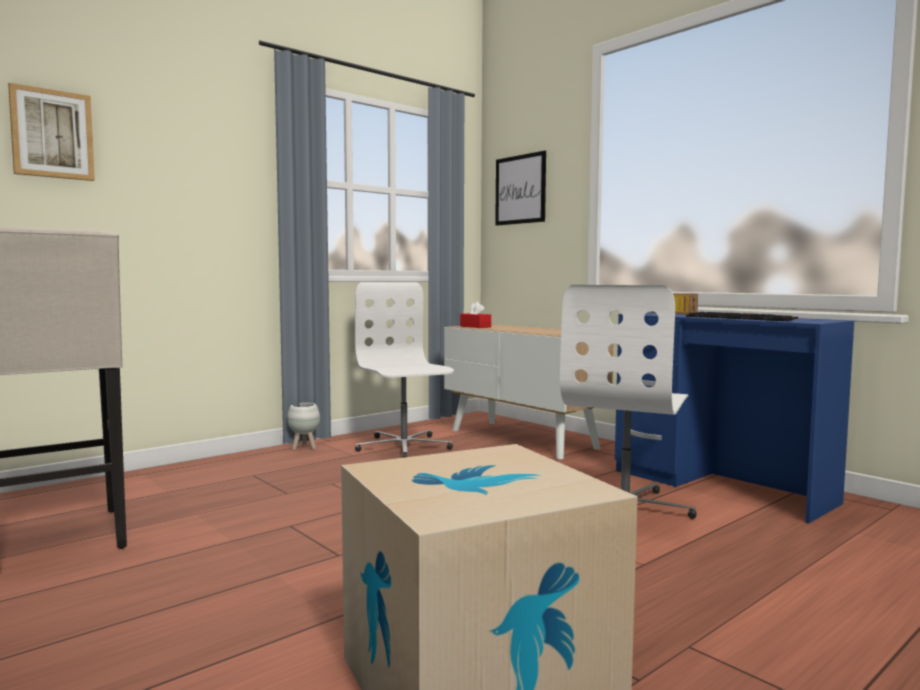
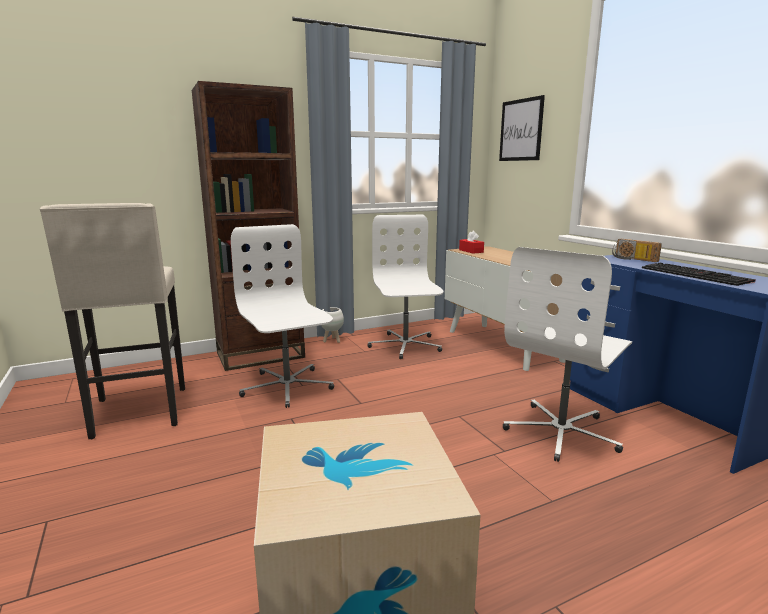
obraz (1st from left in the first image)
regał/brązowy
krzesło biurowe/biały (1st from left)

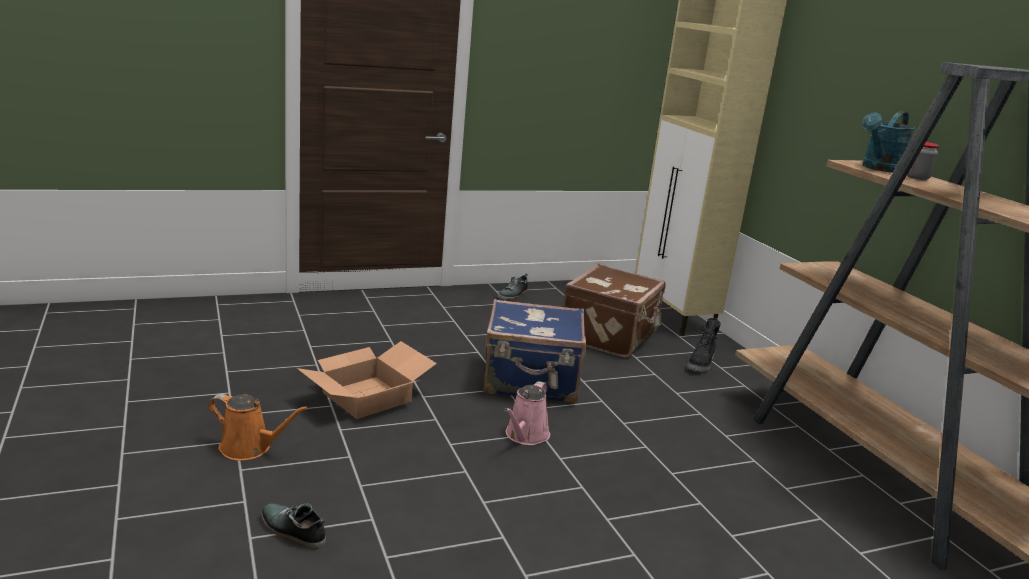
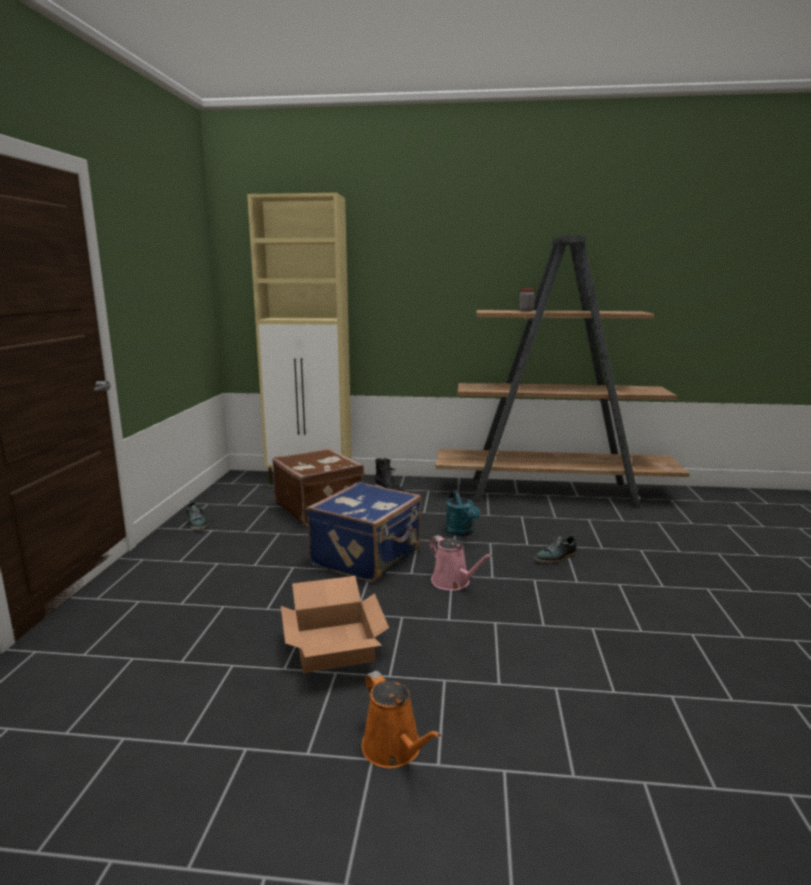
konewka/pomarańczowy
but (2nd from left)
konewka/turkusowy

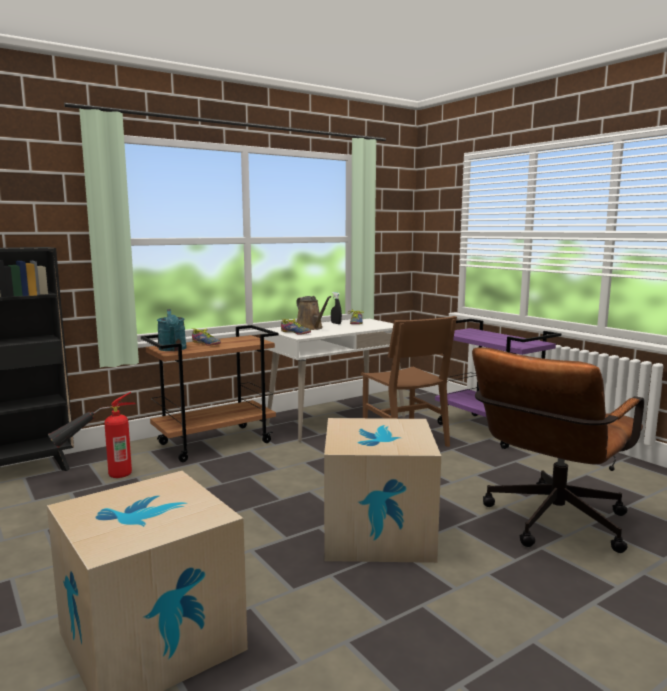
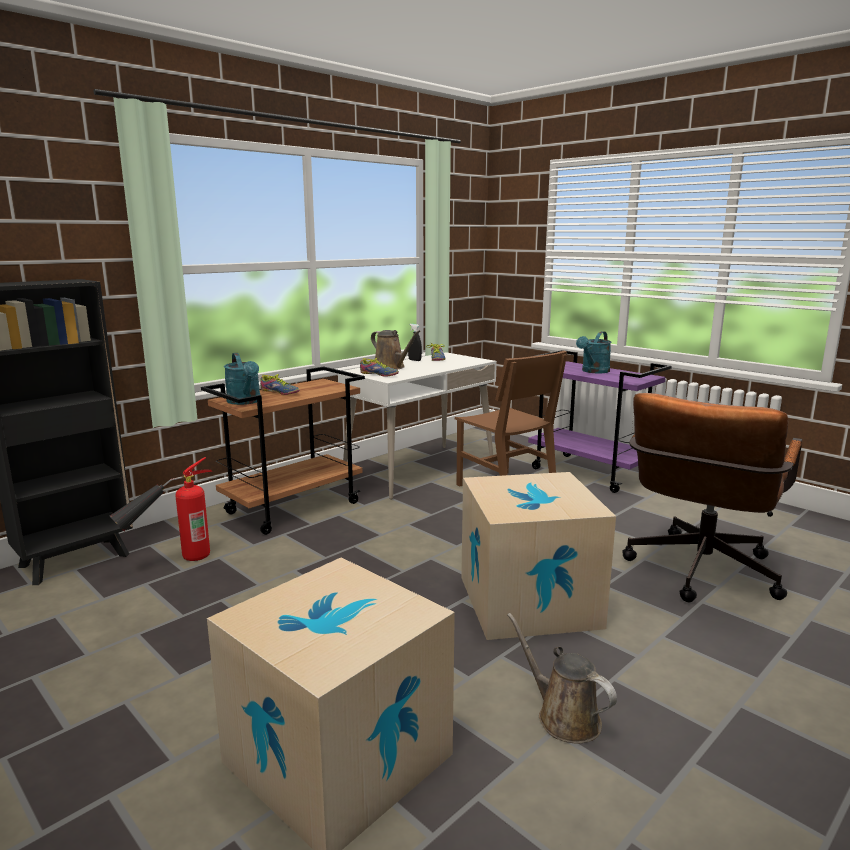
konewka/brązowy (2nd from left)
konewka/turkusowy (2nd from left)

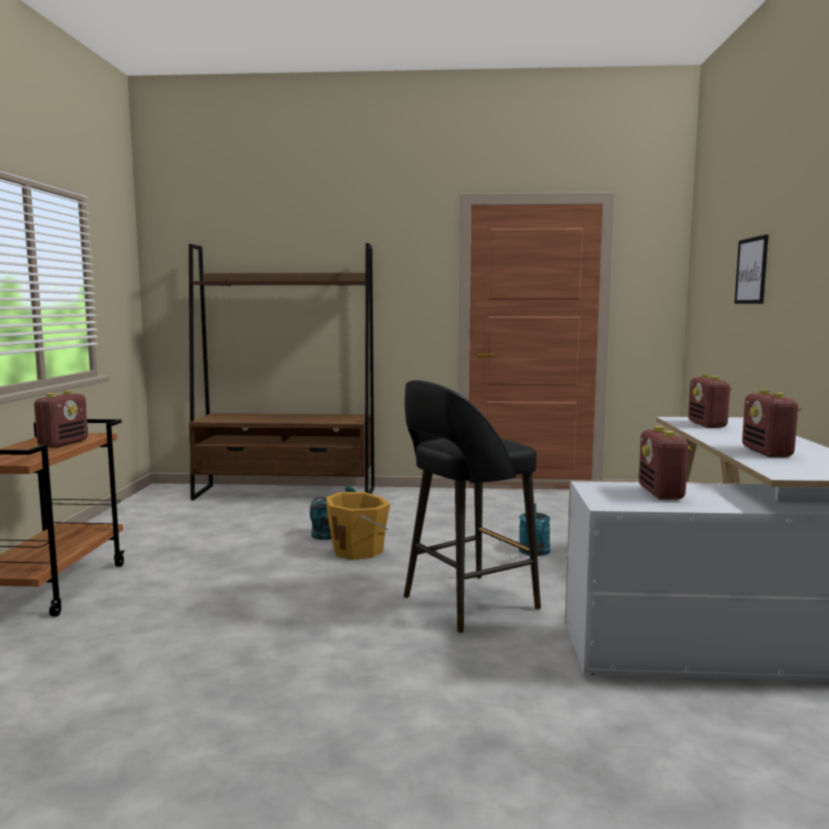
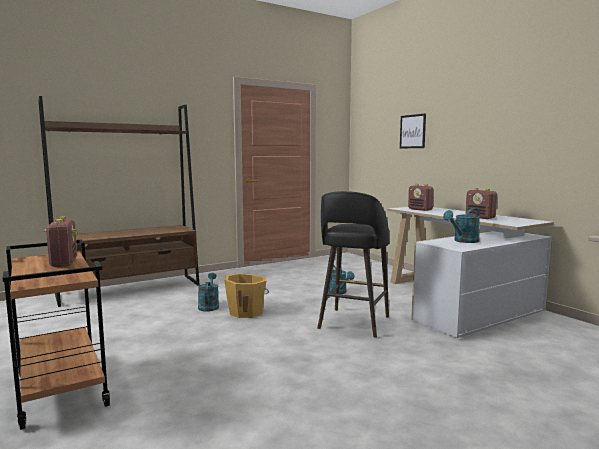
konewka/turkusowy (3rd from left)

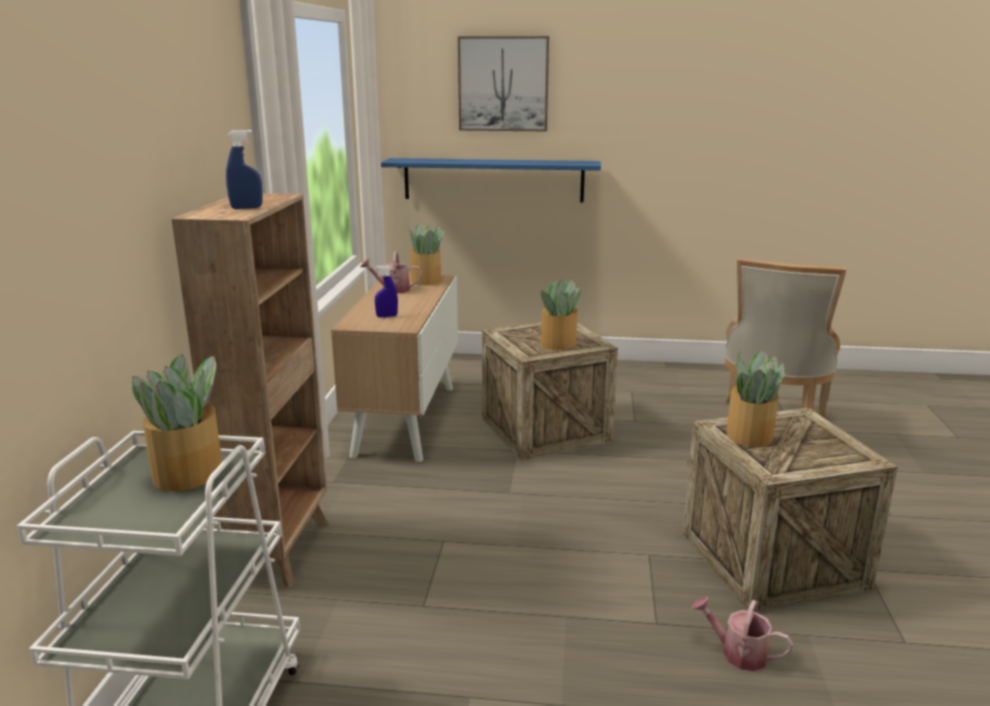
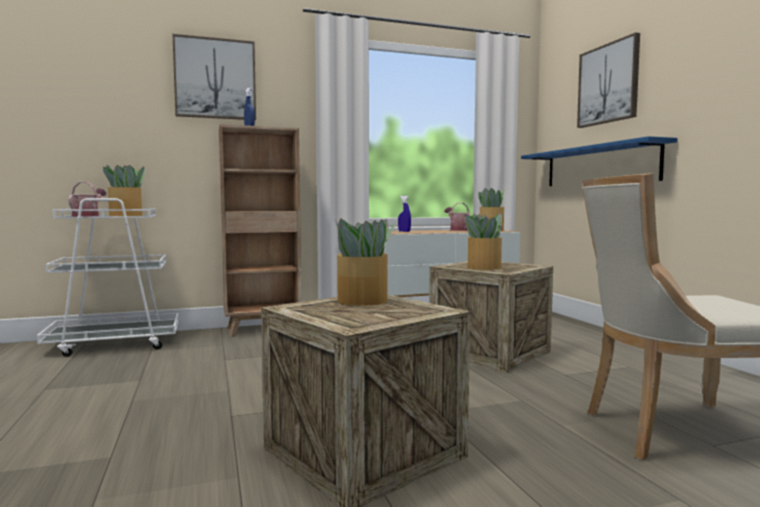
konewka (1st from left)
obraz (1st from left)

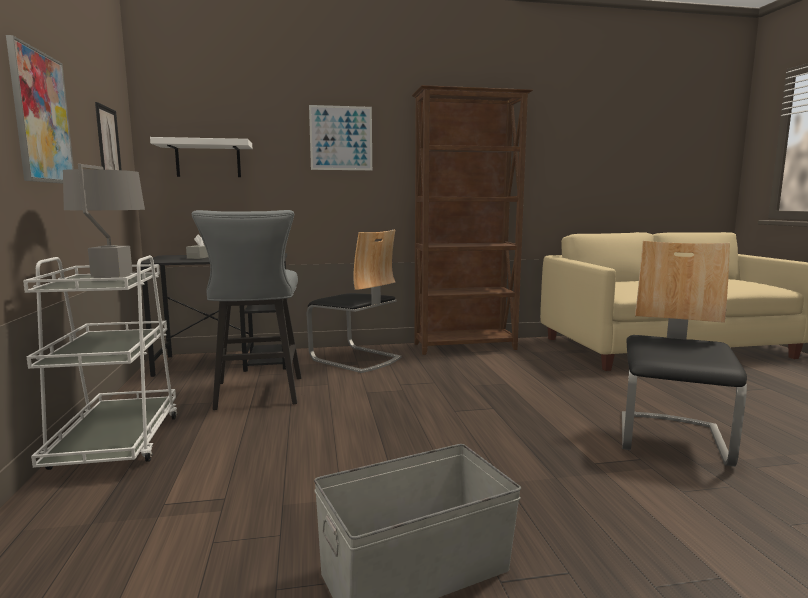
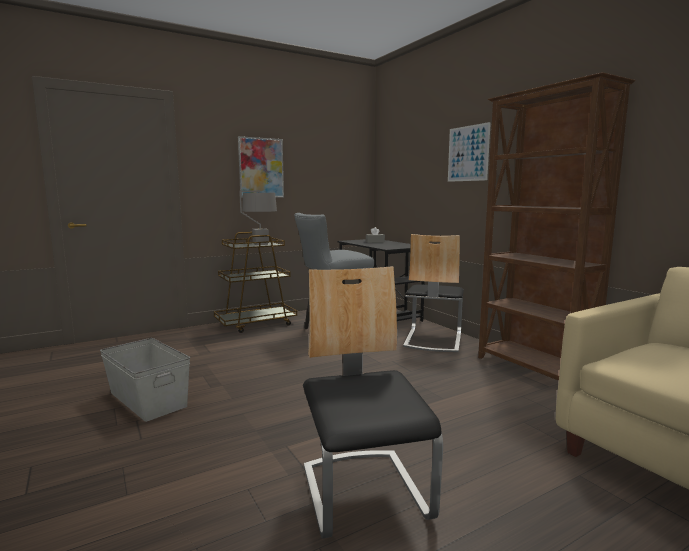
wózek/brązowy
obraz (2nd from left in the first image)
półka/biały
krzesło (1st from left)

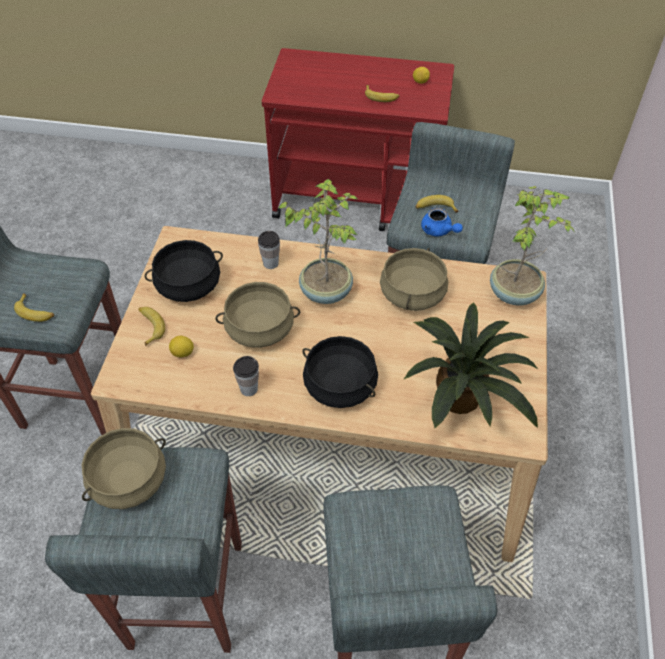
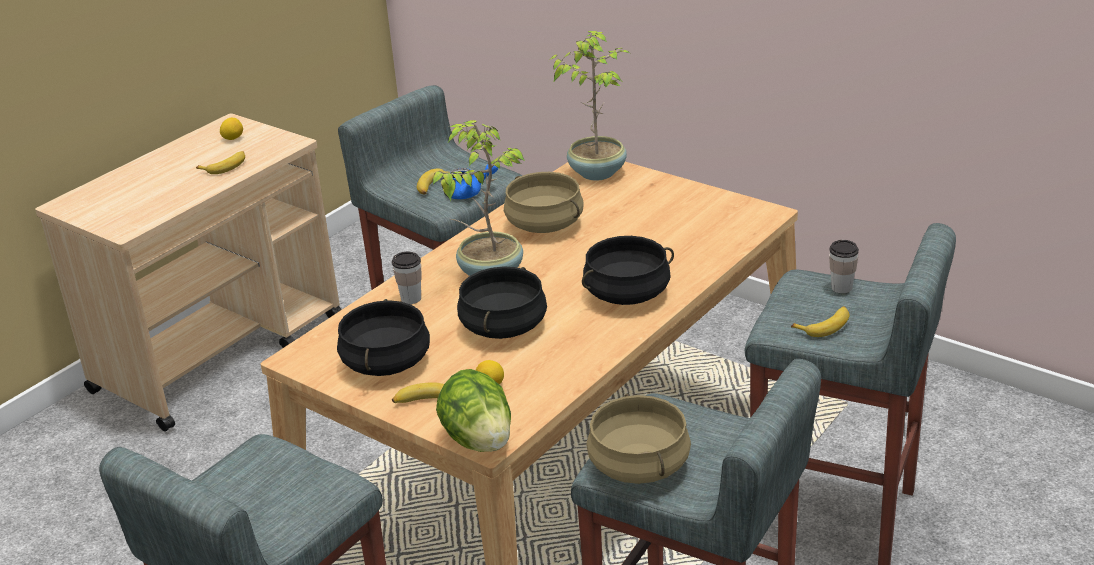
banan (4th from left)
garnek/czarny (2nd from left)
filiżanka (2nd from left)
wózek/beżowy
roślina doniczkowa (2nd from left in the first image)
sałata

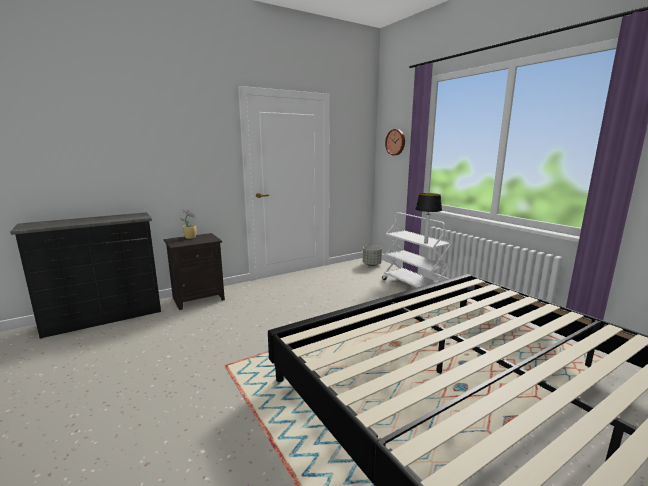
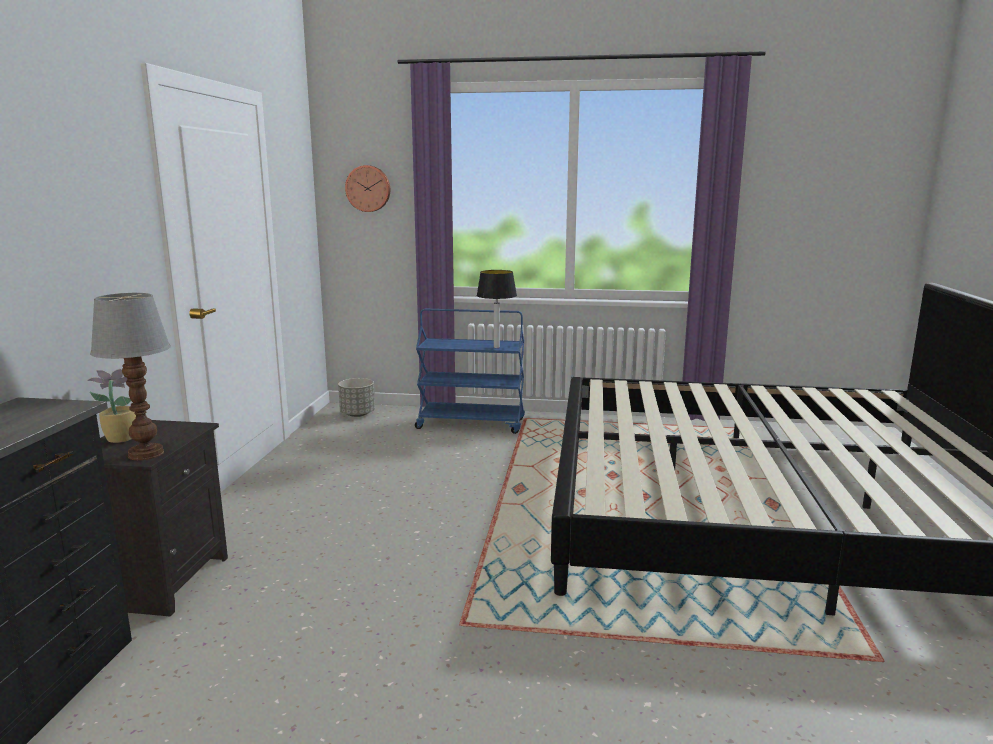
wózek/niebieski
lampa stołowa (1st from left)

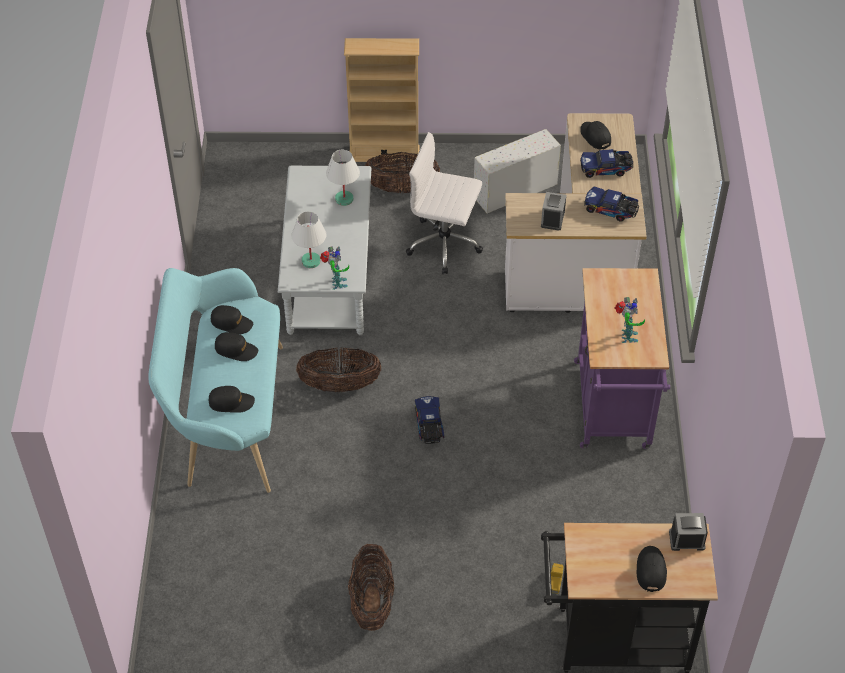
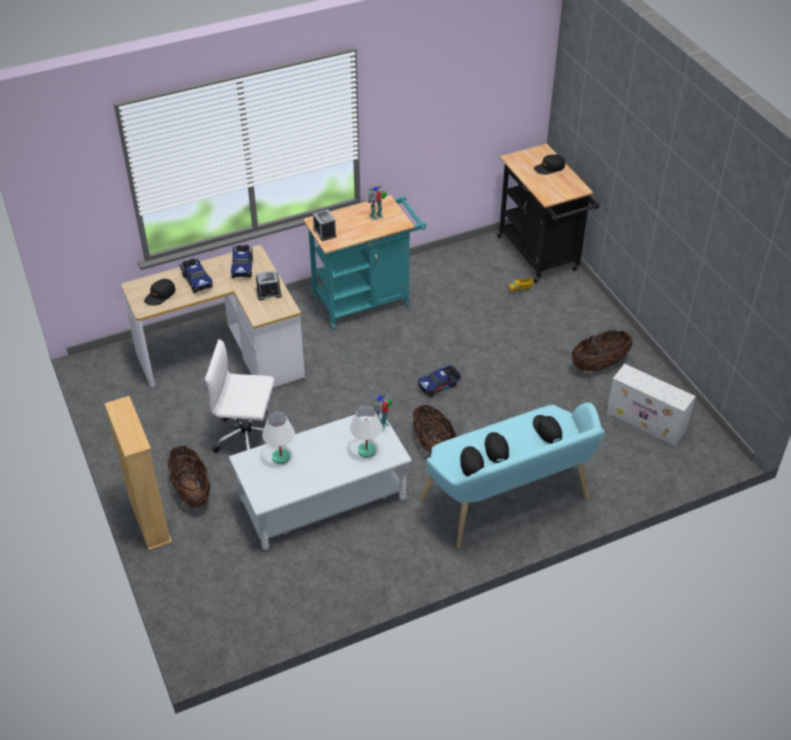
krzesło biurowe/biały
pojemnik do przechowywania/biały
wózek/turkusowy
budzik (2nd from left)

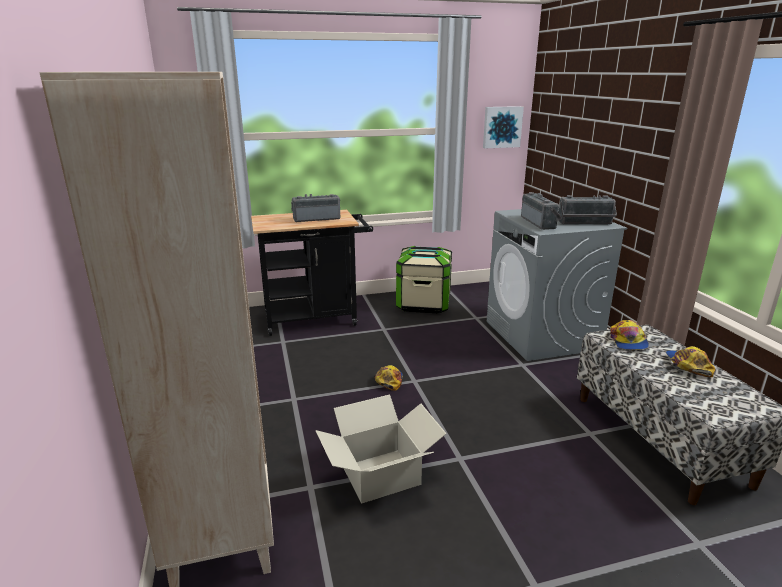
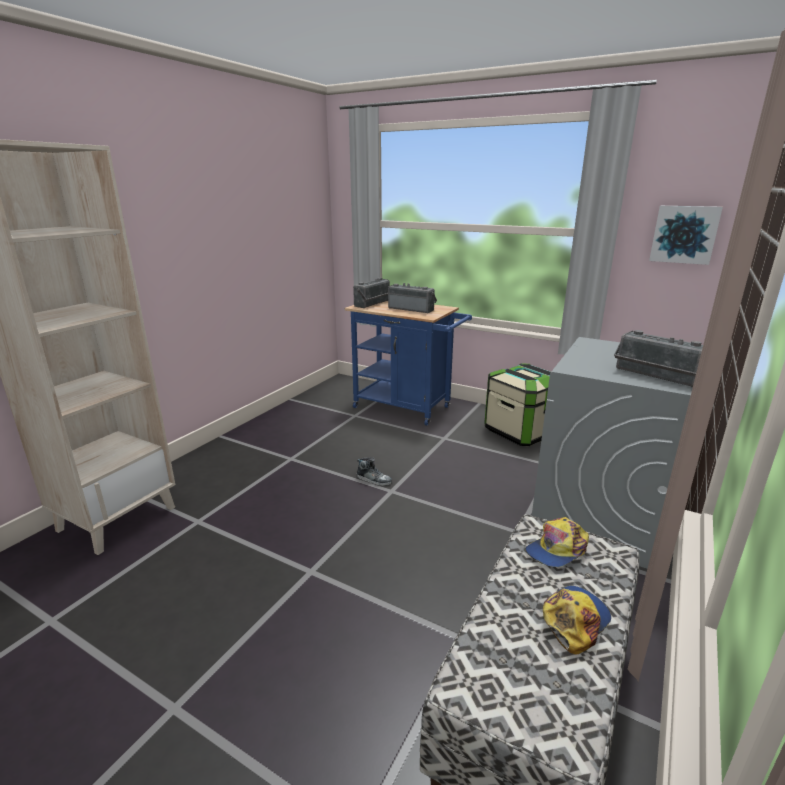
wózek/niebieski
karton
but
radio (1st from left)

